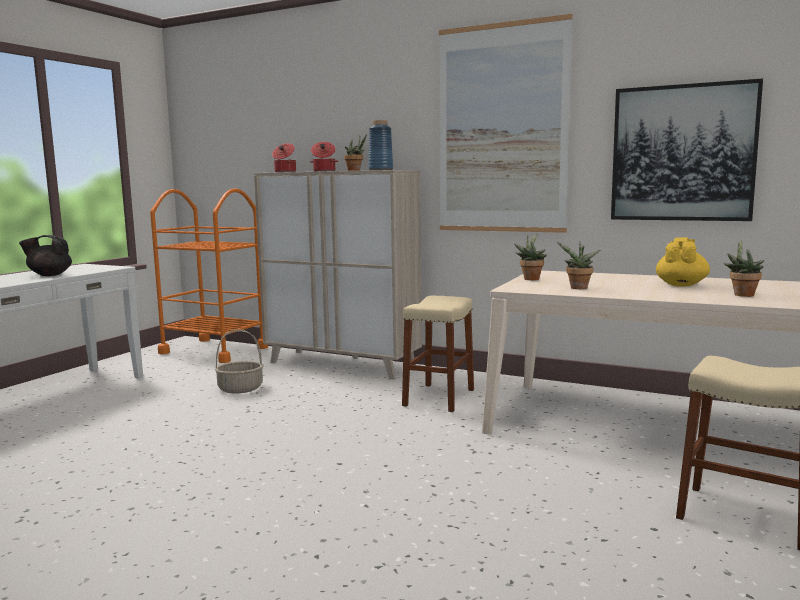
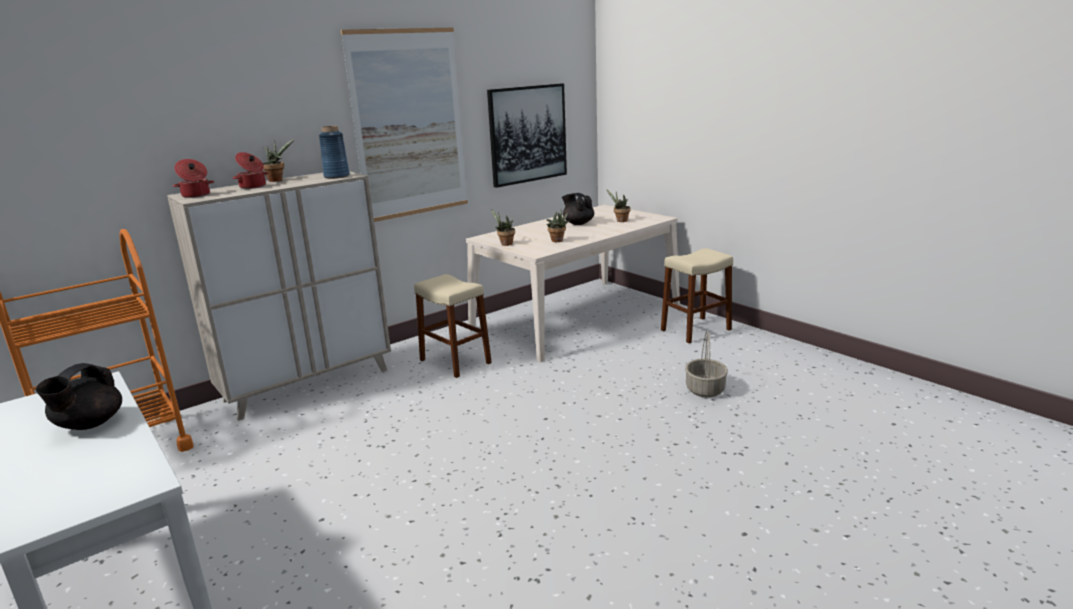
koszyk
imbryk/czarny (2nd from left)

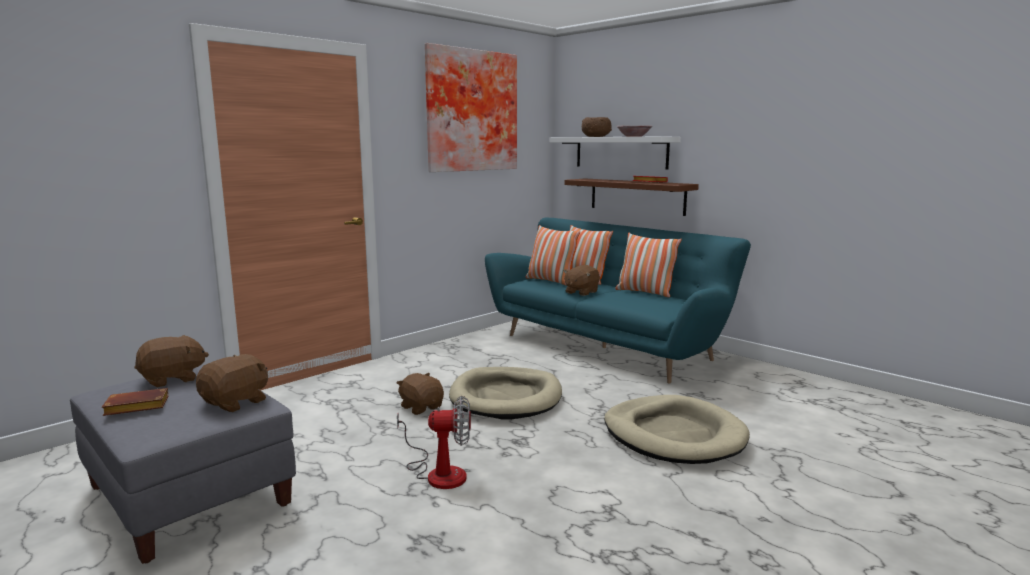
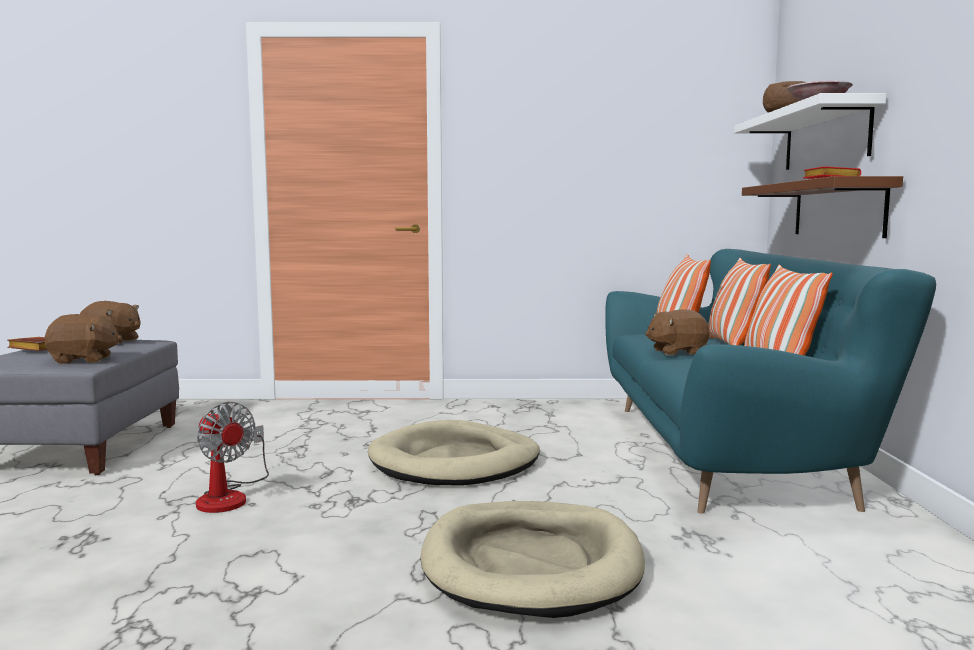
pluszak/brązowy (3rd from left in the first image)
obraz

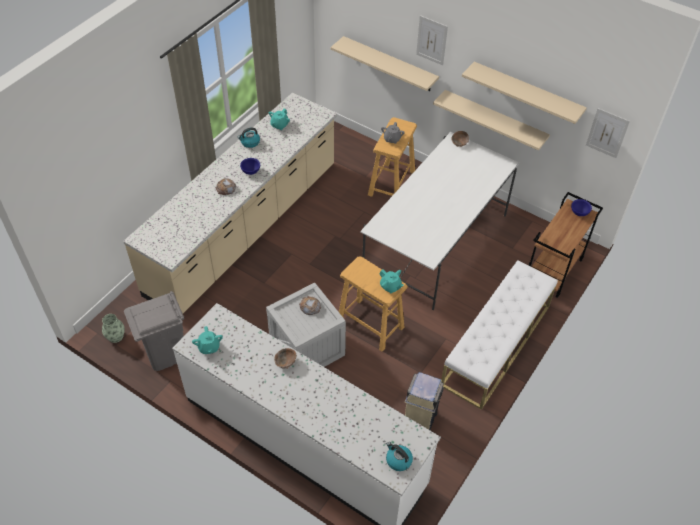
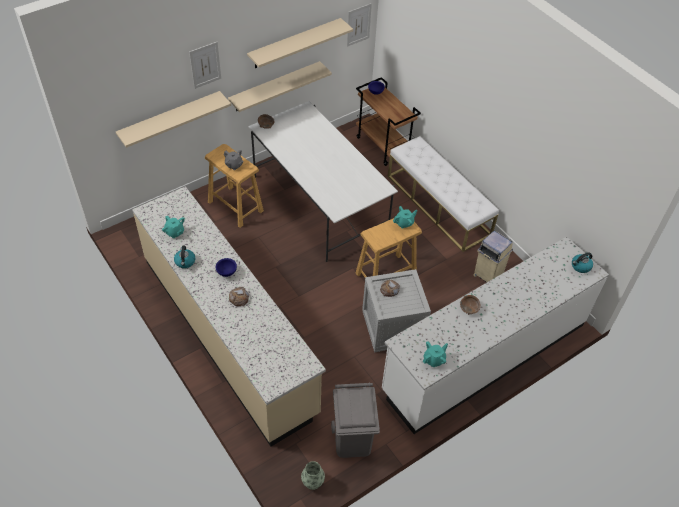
imbryk/turkusowy (3rd from left)

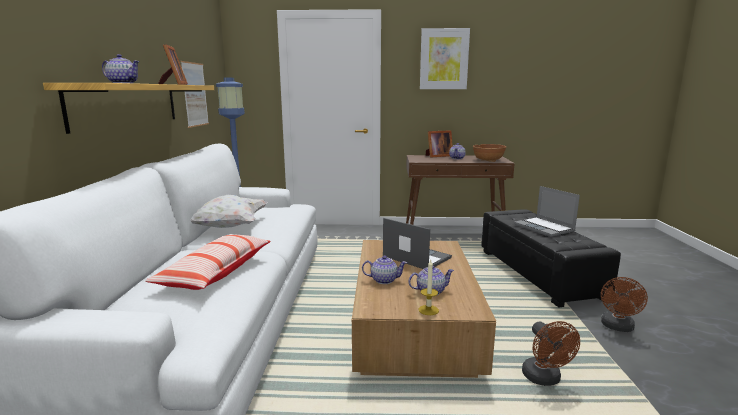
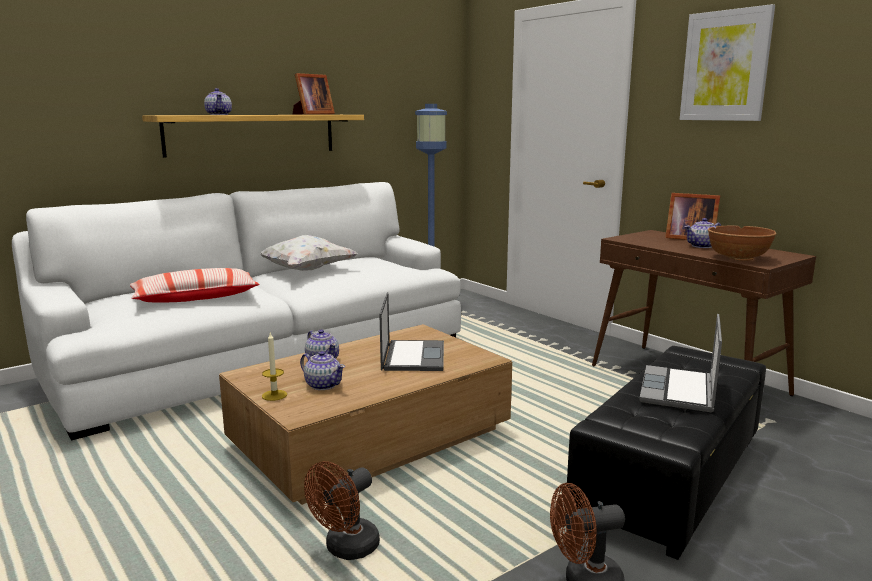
obraz (1st from left in the first image)

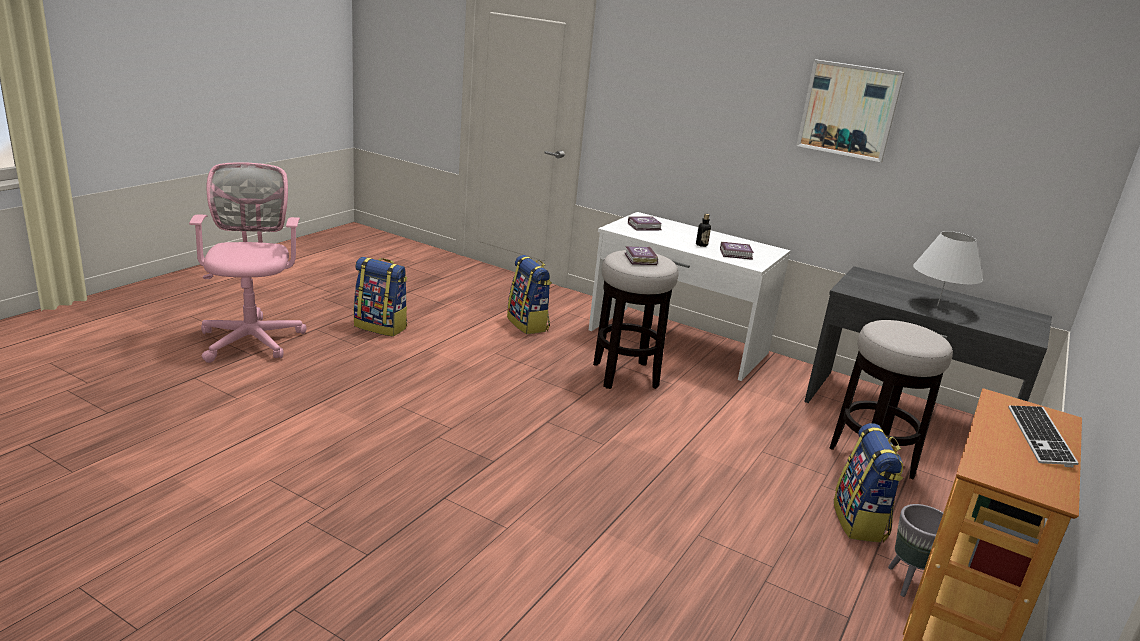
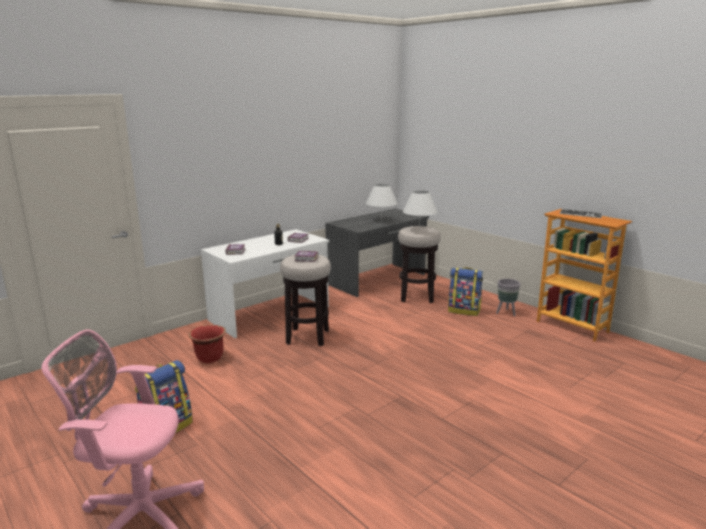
donica/czerwony
obraz
lampa stołowa/biały (2nd from left)

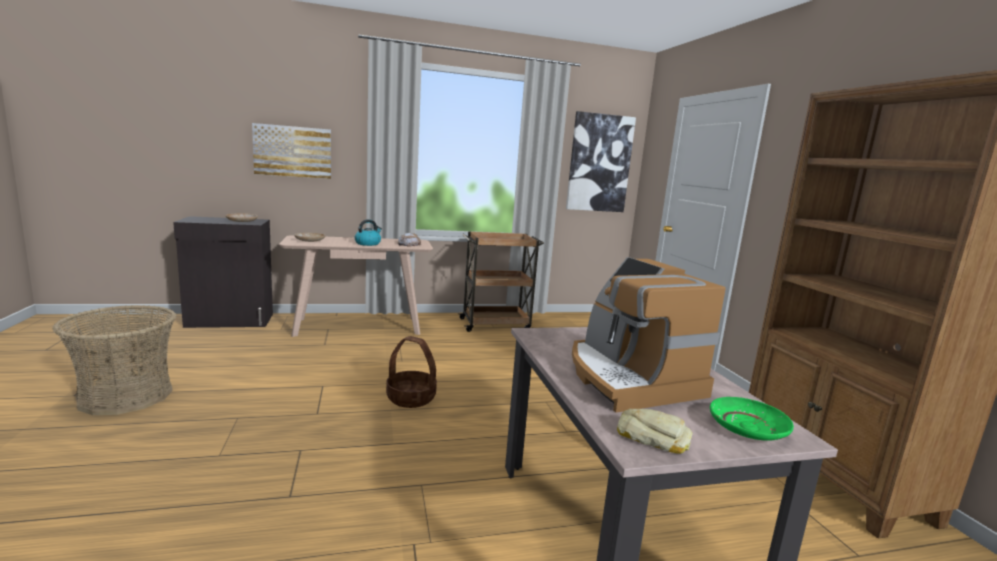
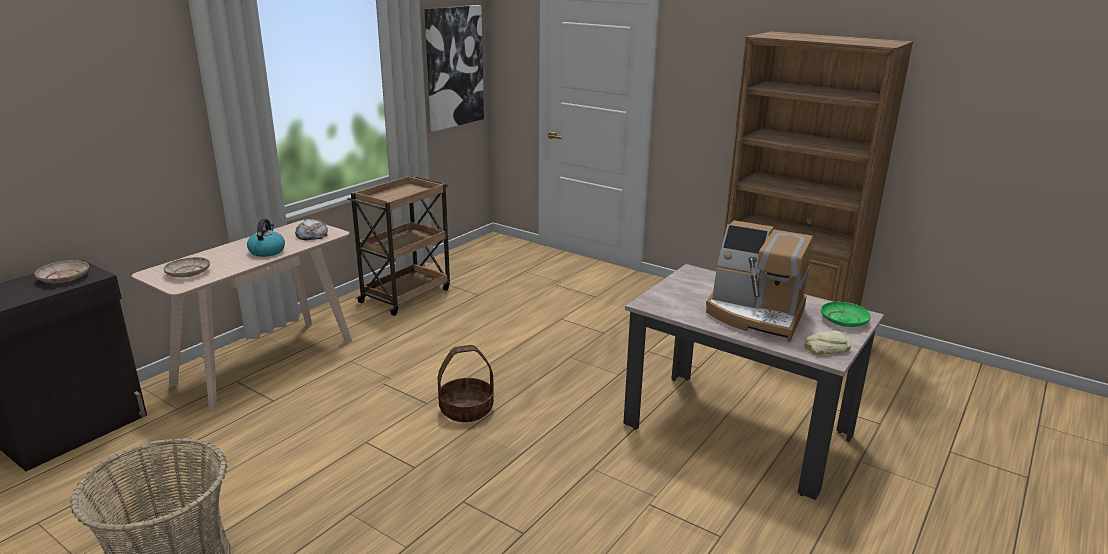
obraz (1st from left in the first image)

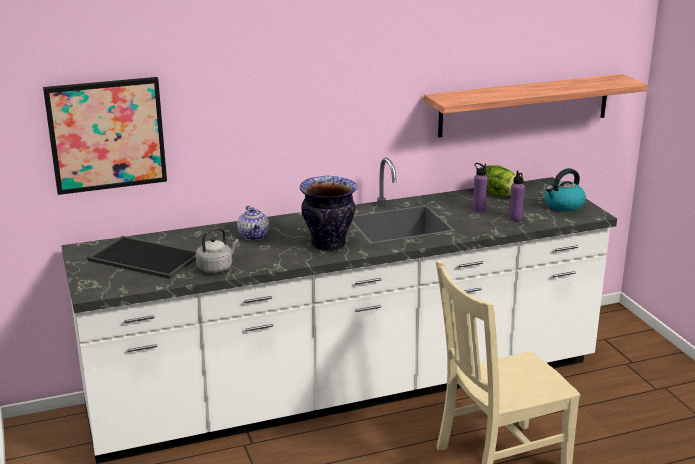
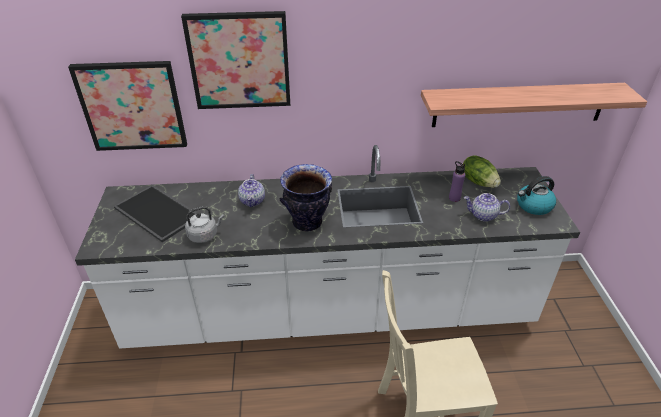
imbryk (2nd from left)
obraz (2nd from left)

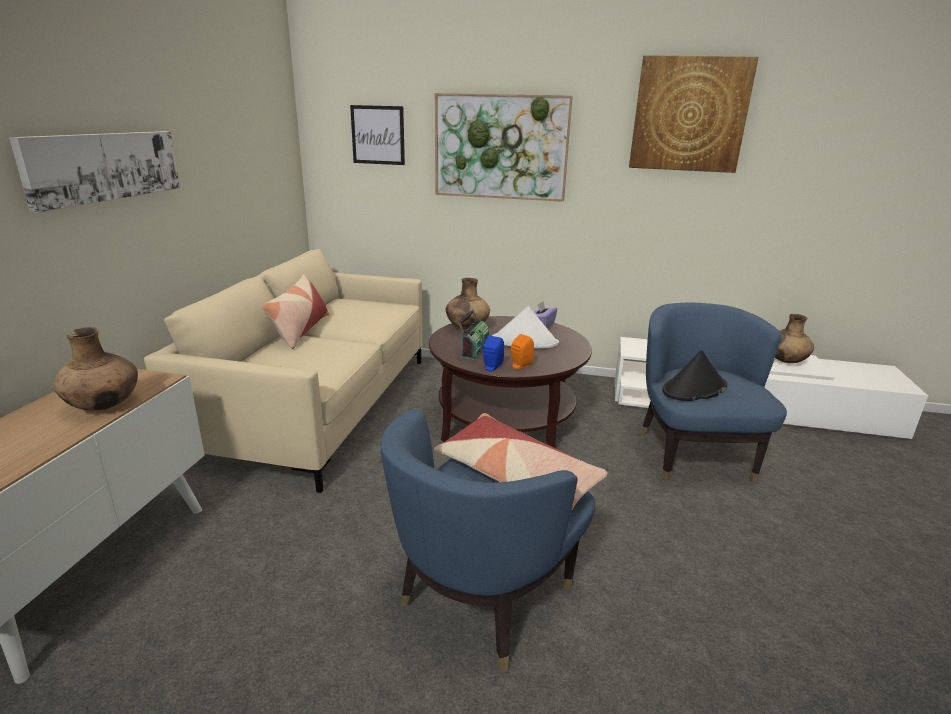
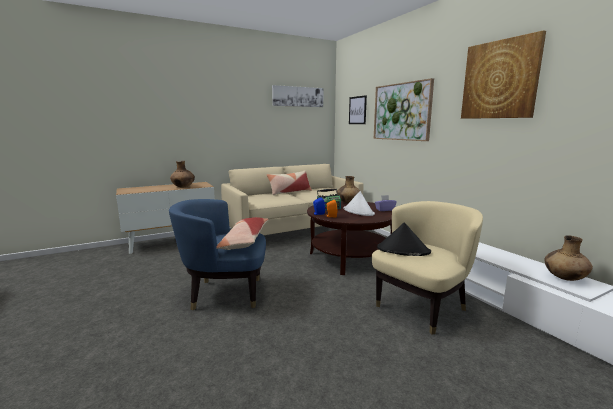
obraz (1st from left)
fotel/beżowy

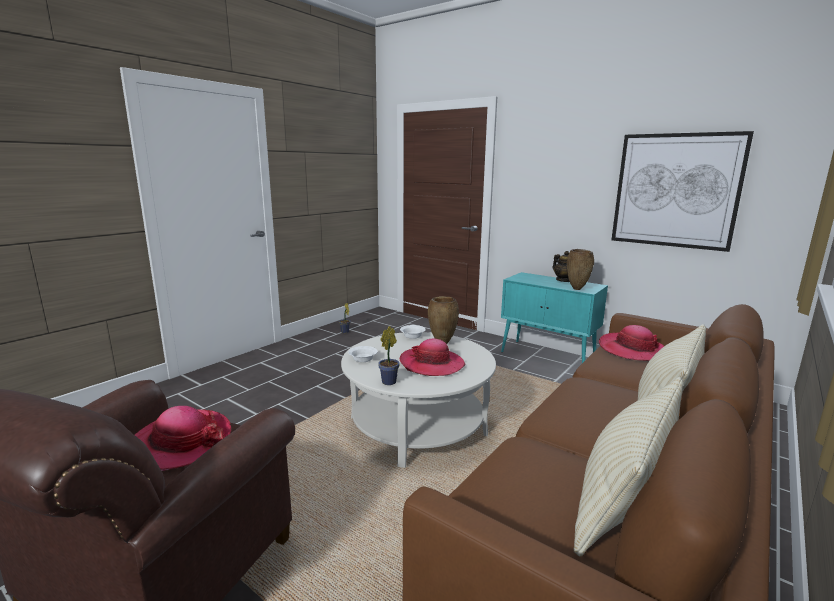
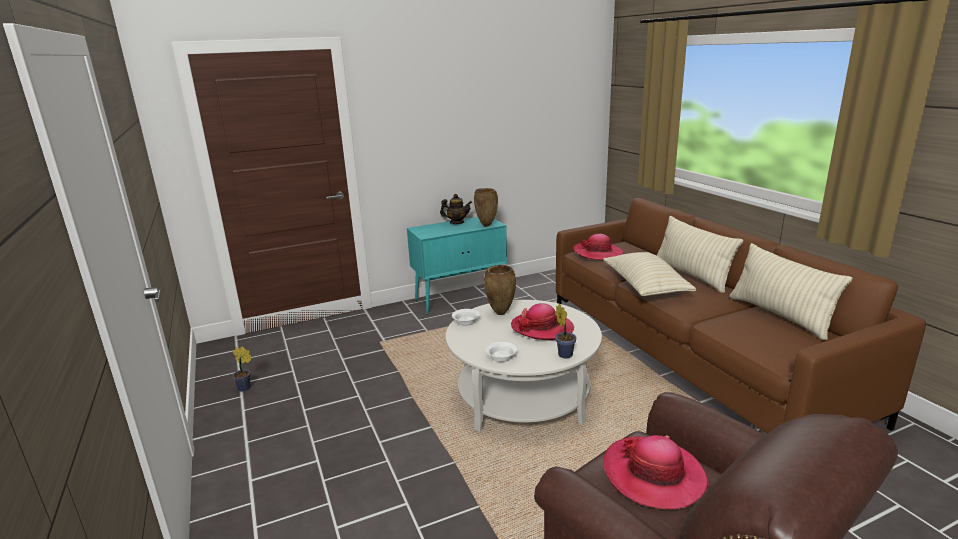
obraz
poduszka/beżowy (1st from left)

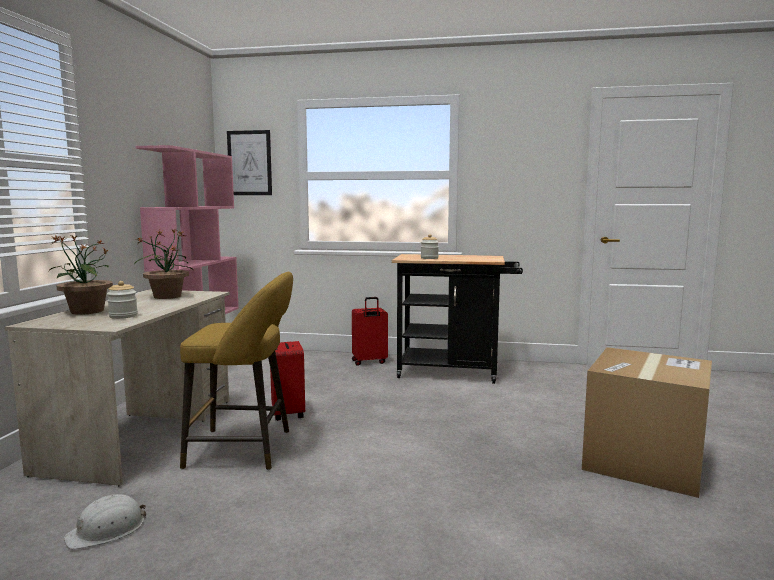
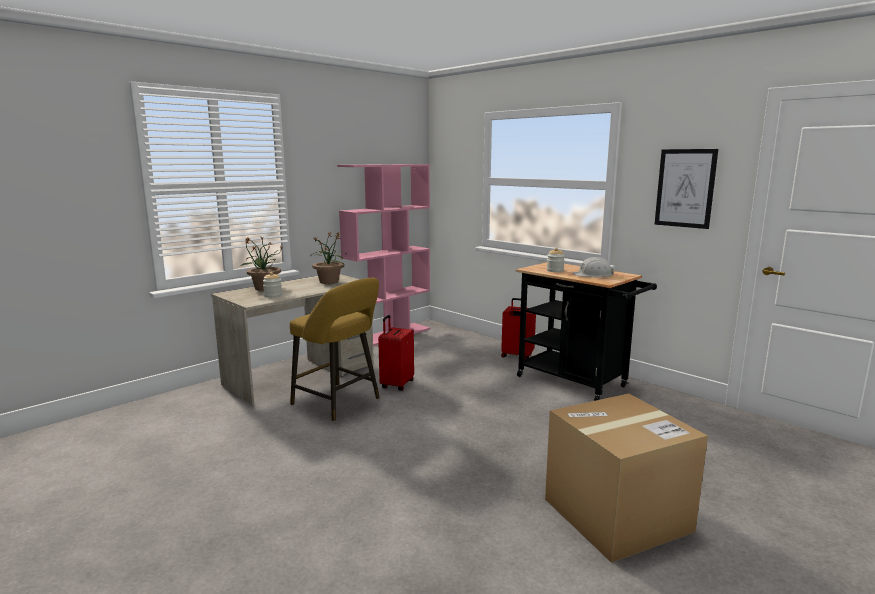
kask/biały
obraz

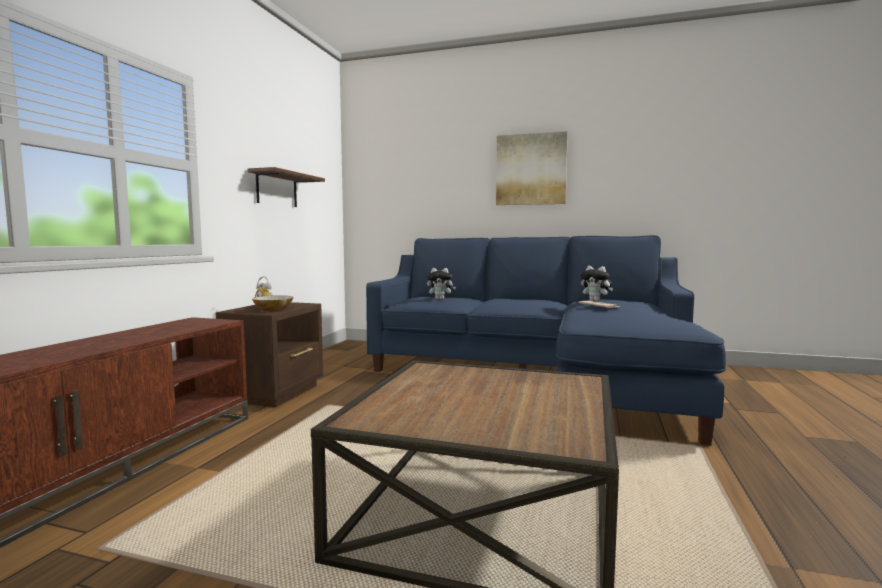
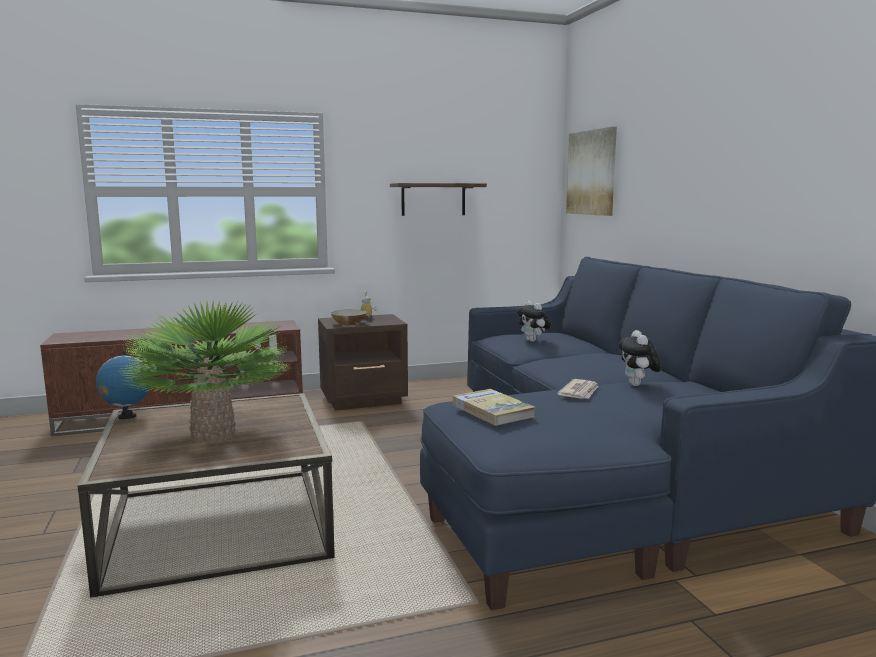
obraz
globus
roślina doniczkowa
książka

